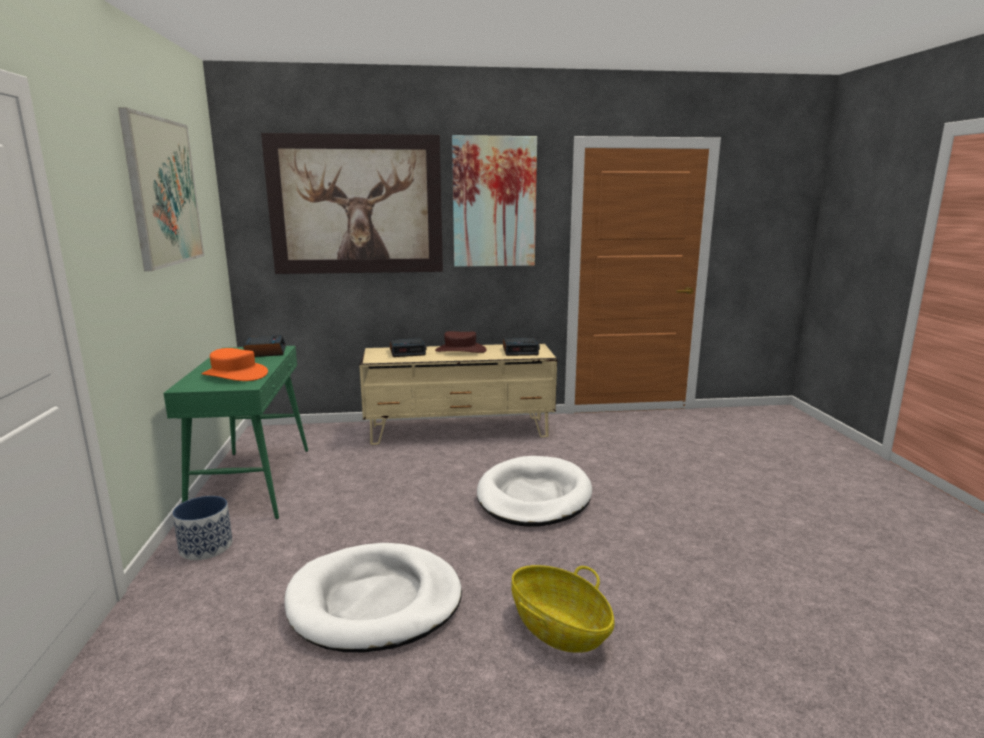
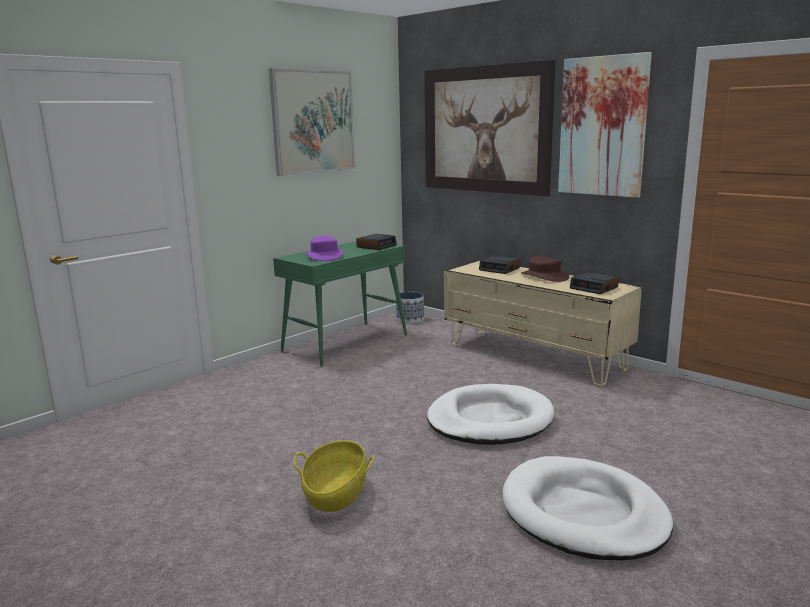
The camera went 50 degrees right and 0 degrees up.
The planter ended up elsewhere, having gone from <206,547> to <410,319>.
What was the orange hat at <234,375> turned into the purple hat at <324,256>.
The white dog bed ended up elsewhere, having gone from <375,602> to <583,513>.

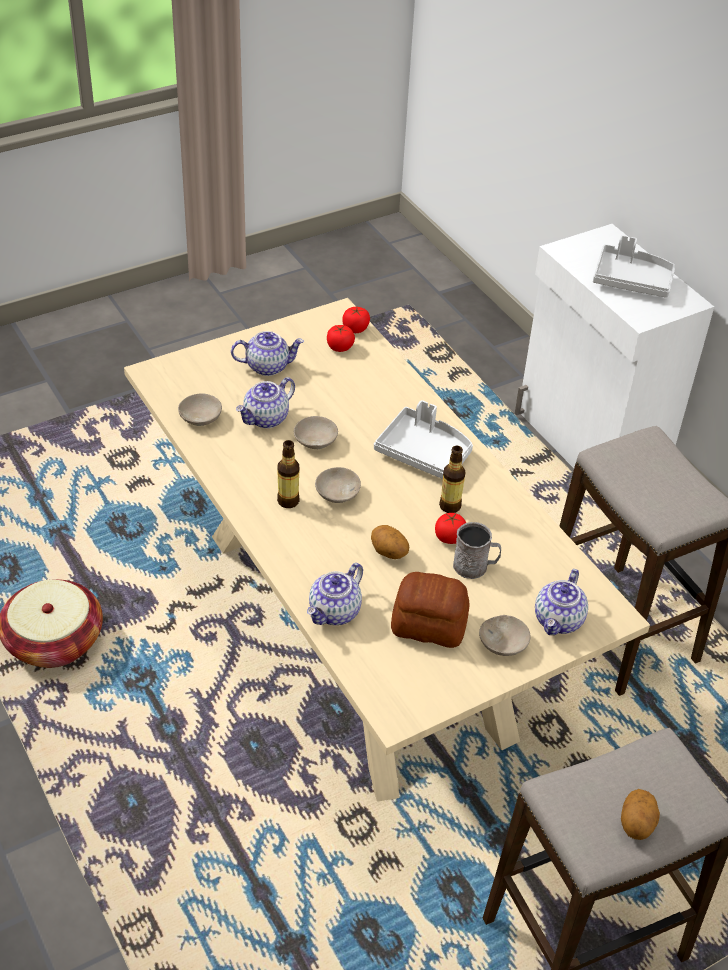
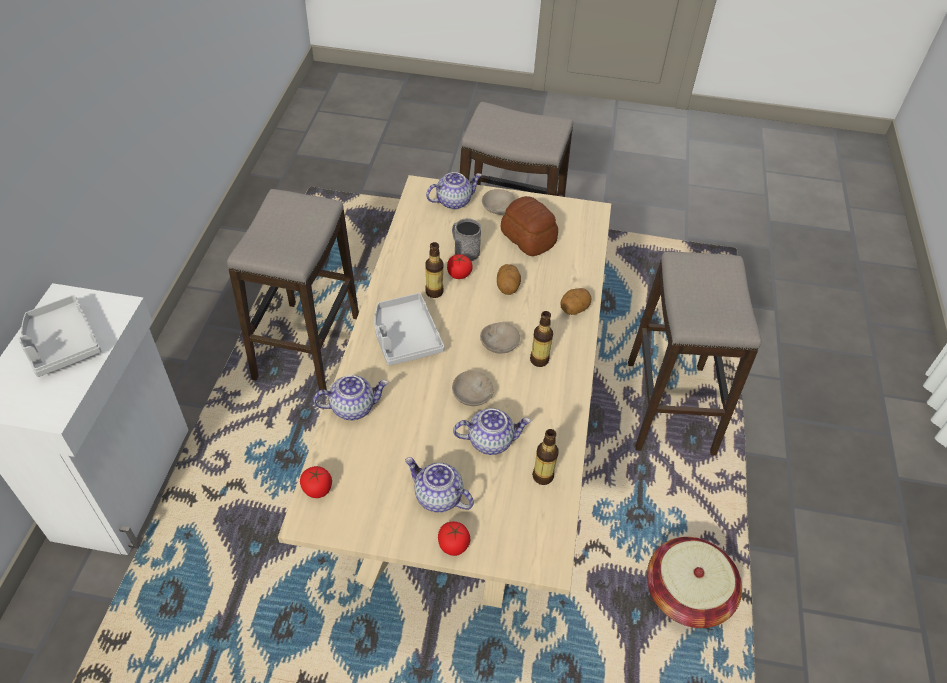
The camera went 140 degrees left and 5 degrees up.
Where the beige bowl stood at <202,417>, the bottle came to stand at <542,476>.
The teapot ended up elsewhere, having gone from <335,612> to <353,407>.
The tomato ended up elsewhere, having gone from <340,347> to <453,544>.
The potato ended up elsewhere, having gone from <636,824> to <574,309>.
The second view gained the stool at <670,407>.

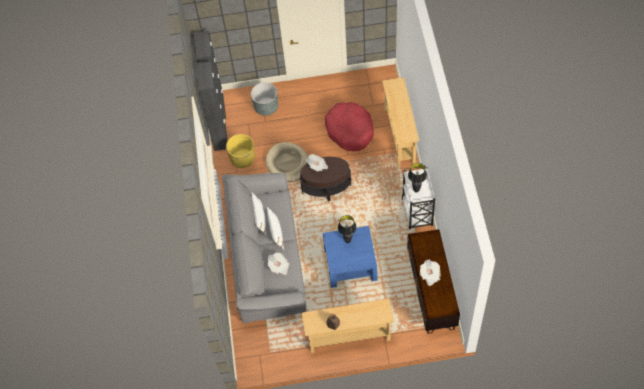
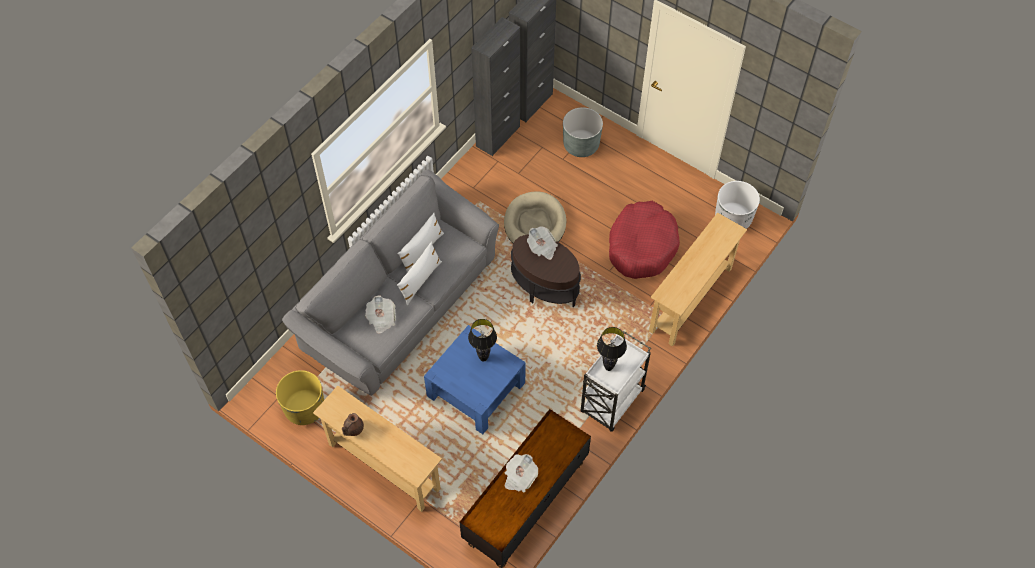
The camera went 40 degrees right and 0 degrees up.
The yellow planter ended up elsewhere, having gone from <242,159> to <304,408>.
The second view gained the white planter at <733,218>.

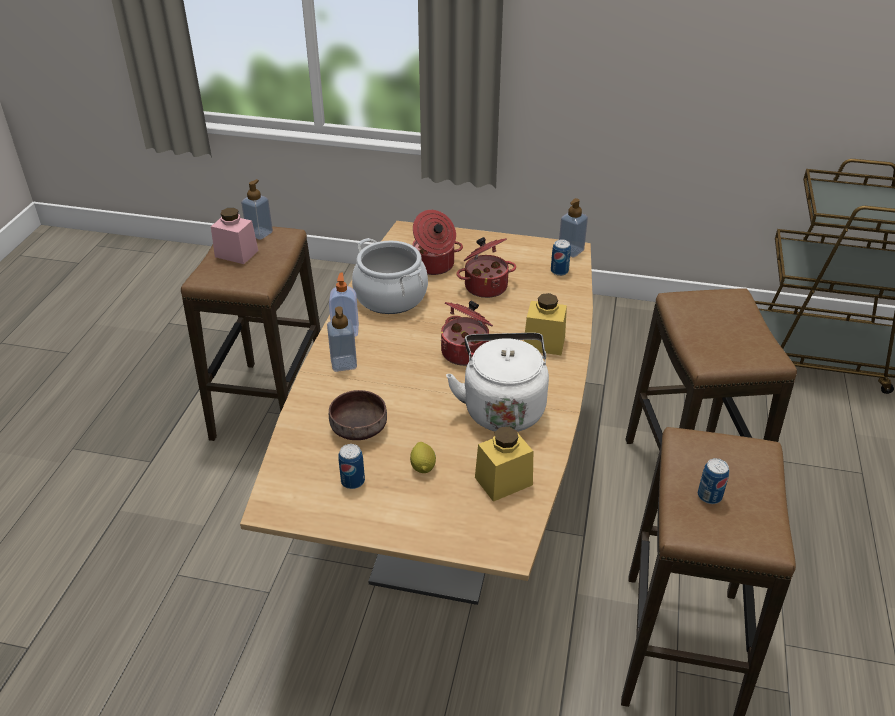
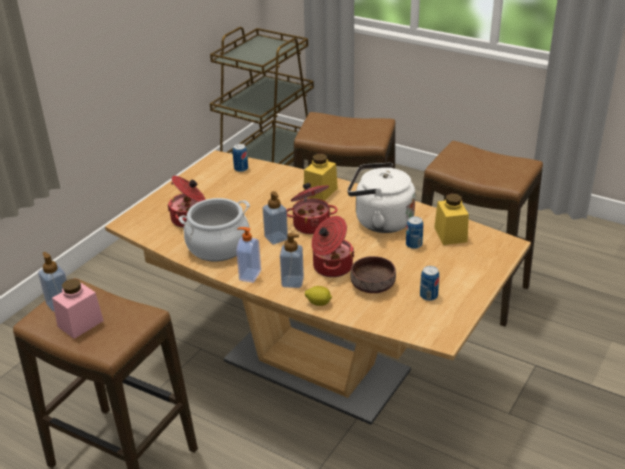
The camera went 70 degrees left and 5 degrees down.
The lemon ended up elsewhere, having gone from <423,466> to <318,303>.
The cooking pot ended up elsewhere, having gone from <485,286> to <331,267>.
The soap dispenser ended up elsewhere, having gone from <571,251> to <276,238>.
The can ended up elsewhere, having gone from <709,496> to <413,244>.

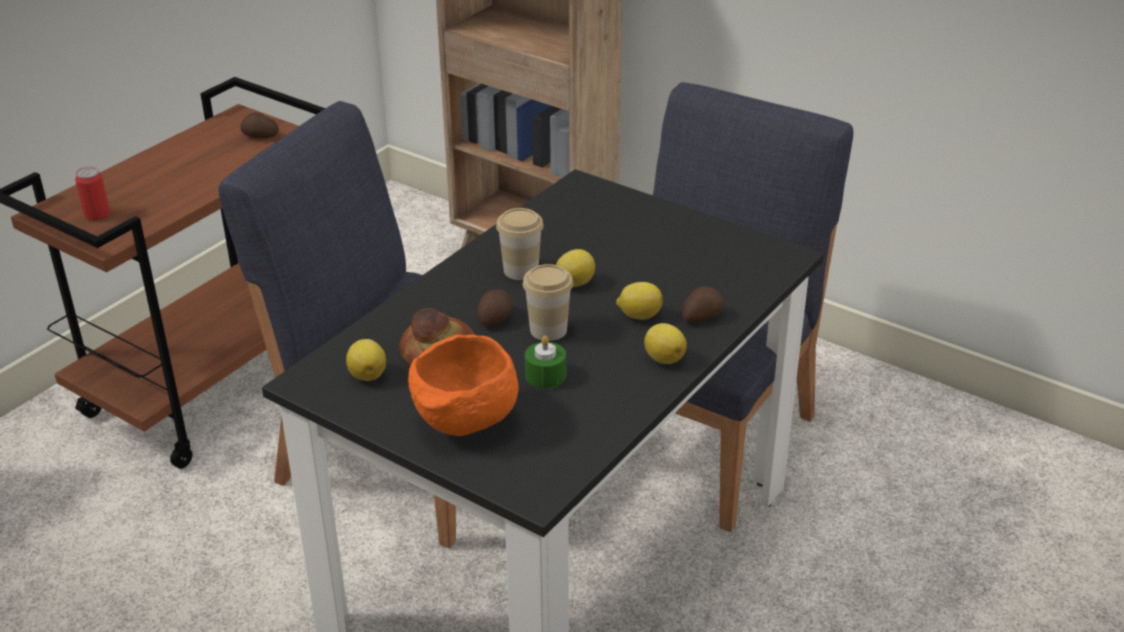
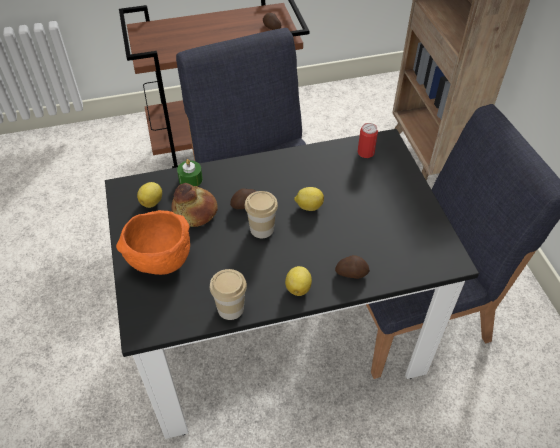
The camera went 40 degrees right and 15 degrees up.
The can ended up elsewhere, having gone from <97,214> to <365,152>.
The cup ended up elsewhere, having gone from <521,270> to <230,308>.
The green candle ended up elsewhere, having gone from <545,375> to <190,179>.
The second view lost the lemon at <639,315>.

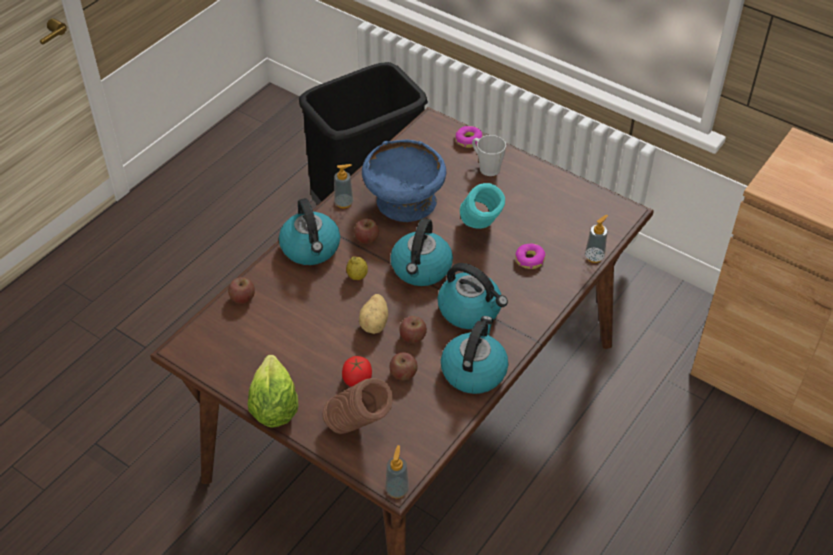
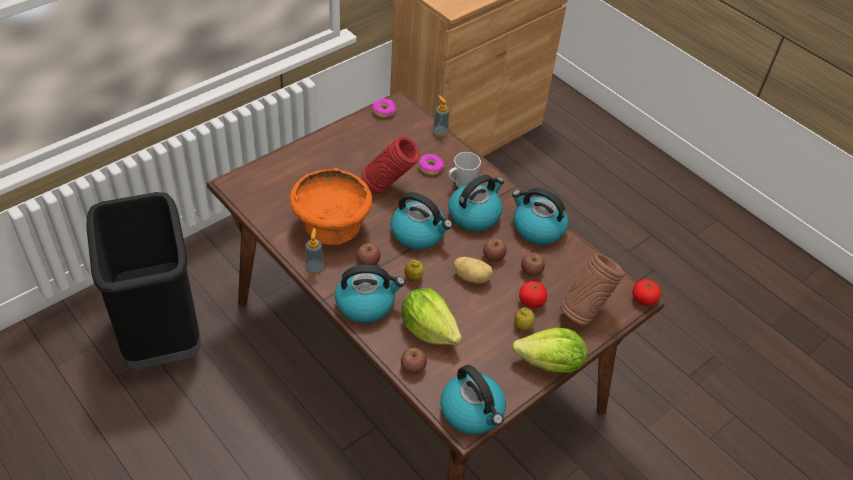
The camera went 80 degrees left and 0 degrees up.
What was the blue bowl at <404,202> turned into the orange bowl at <331,226>.
Where the soap dispenser stood at <397,490>, the tomato came to stand at <643,299>.
The donut ended up elsewhere, having gone from <468,140> to <383,111>.
What was the turquoise vase at <480,232> turned into the red vase at <389,188>.
The grey mug ended up elsewhere, having gone from <486,167> to <461,184>.
The second view gained the lettuce at <428,329>.
The second view gained the kettle at <472,412>.
The second view gained the lemon at <523,326>.

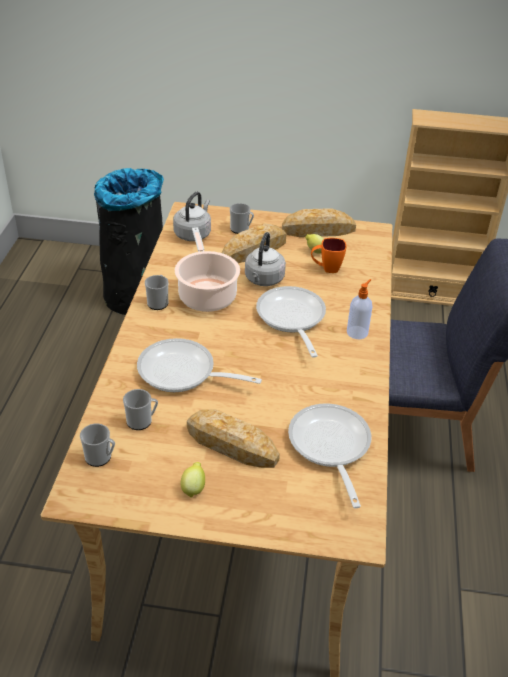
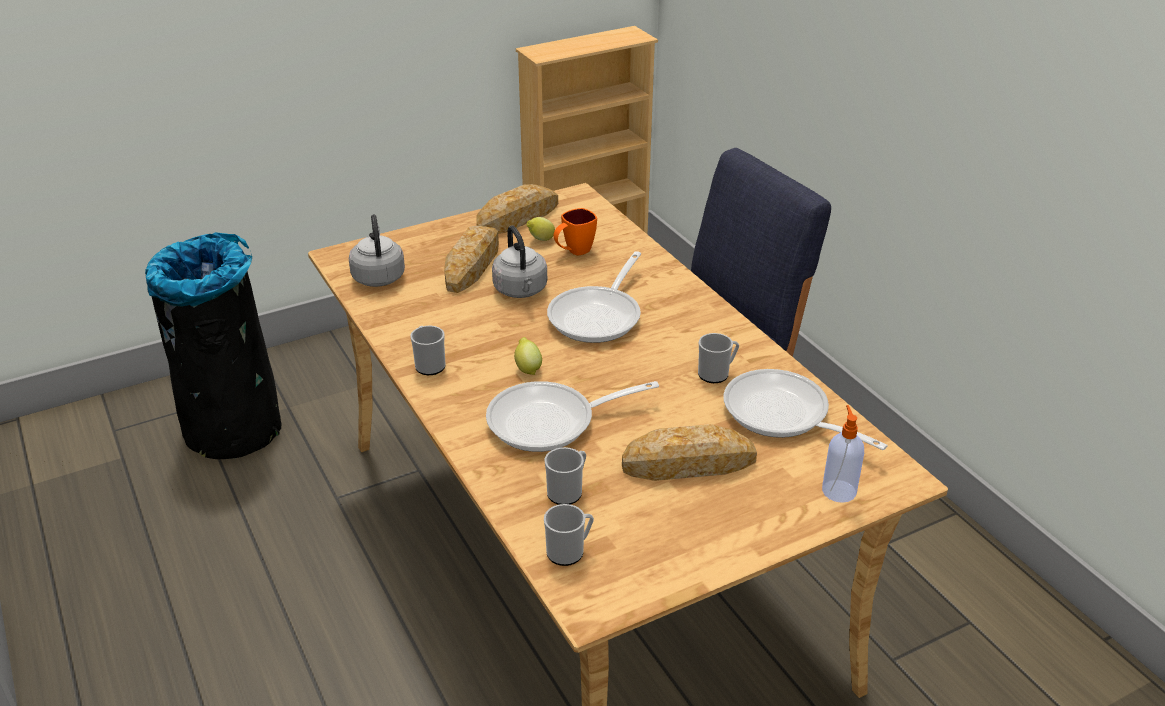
The camera went 35 degrees left and 5 degrees down.
The second view lost the cooking pot at <206,294>.
The lemon ended up elsewhere, having gone from <193,488> to <527,368>.
The mug ended up elsewhere, having gone from <241,229> to <716,374>.
The frying pan at <291,319> ended up facing another way, 105 degrees counterclockwise from before.
The soap dispenser ended up elsewhere, having gone from <357,332> to <838,490>.

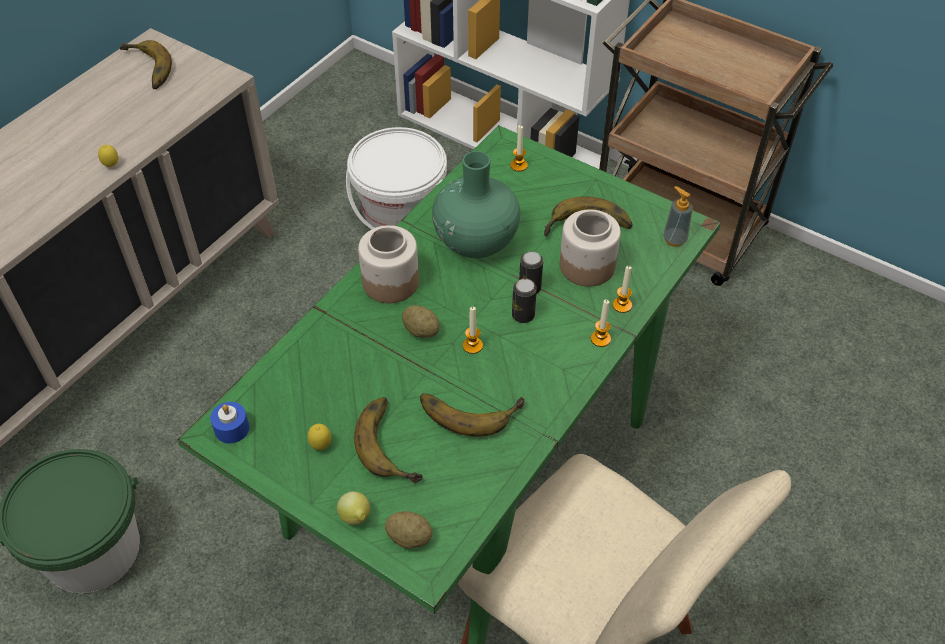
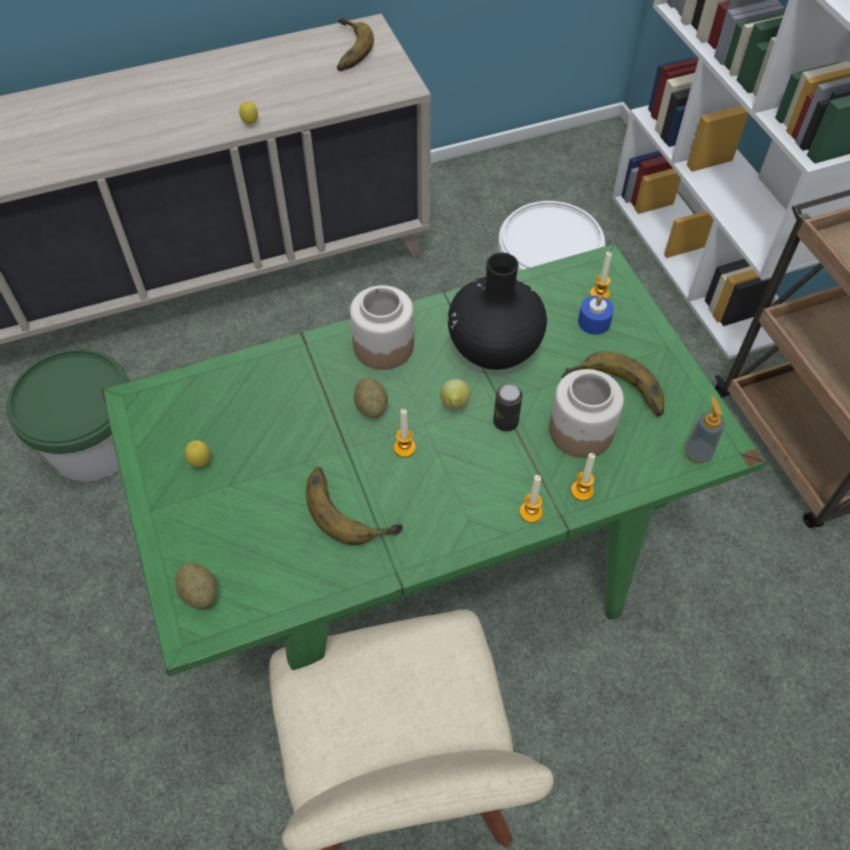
The camera went 35 degrees right and 5 degrees up.
The blue candle ended up elsewhere, having gone from <232,428> to <594,322>.
The lemon ended up elsewhere, having gone from <356,518> to <454,405>.
The second view lost the banana at <394,442>.
What was the green vase at <476,241> turned into the black vase at <494,348>.
The second view lost the can at <523,315>.

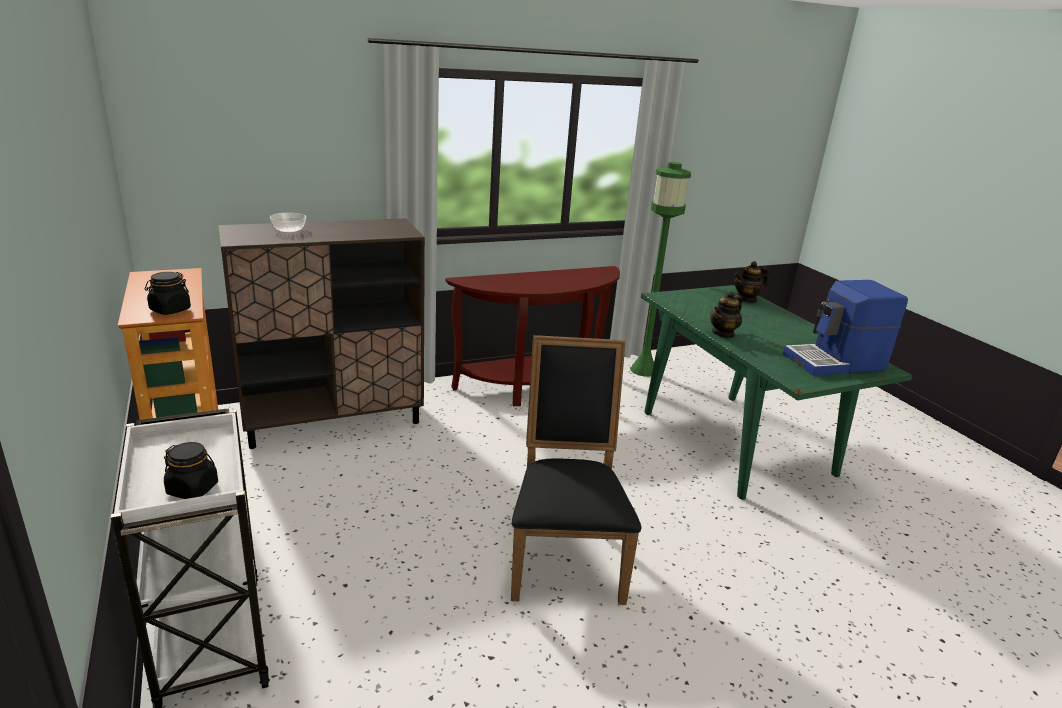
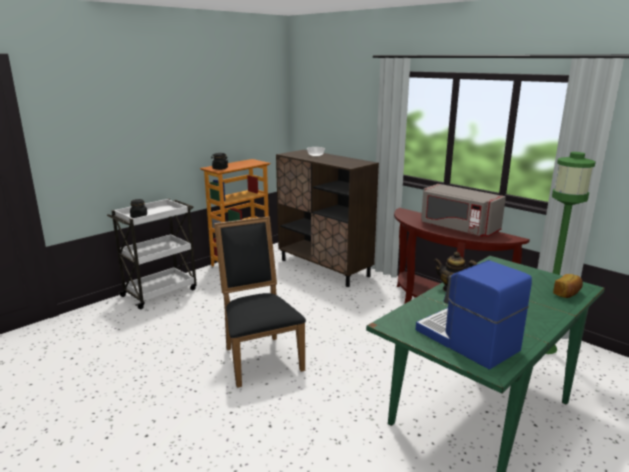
The camera went 70 degrees right and 5 degrees down.
The black chair at <564,556> ended up facing another way, 90 degrees counterclockwise from before.
Where the teapot stood at <747,299>, the bread came to stand at <567,294>.
The second view gained the grey microwave at <458,228>.

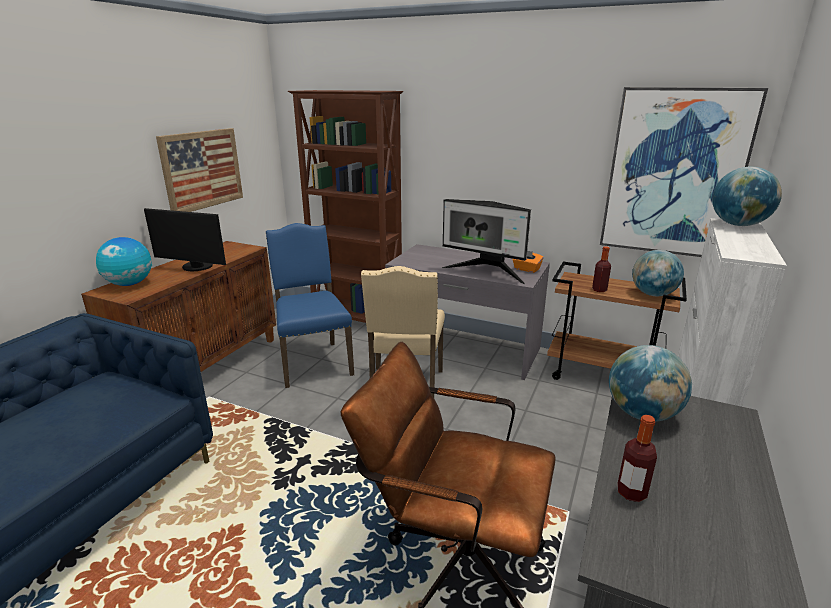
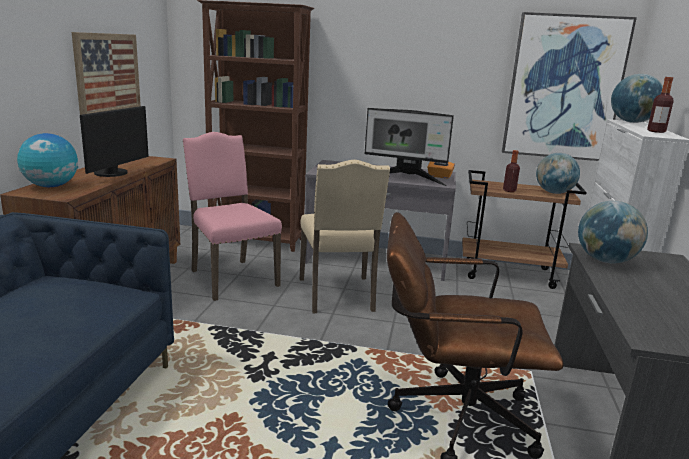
The camera went 15 degrees left and 5 degrees down.
The monitor at <195,267> ended up facing another way, 75 degrees counterclockwise from before.
What was the blue chair at <313,362> turned into the pink chair at <231,277>.
The bottle ended up elsewhere, having gone from <631,492> to <656,131>.

